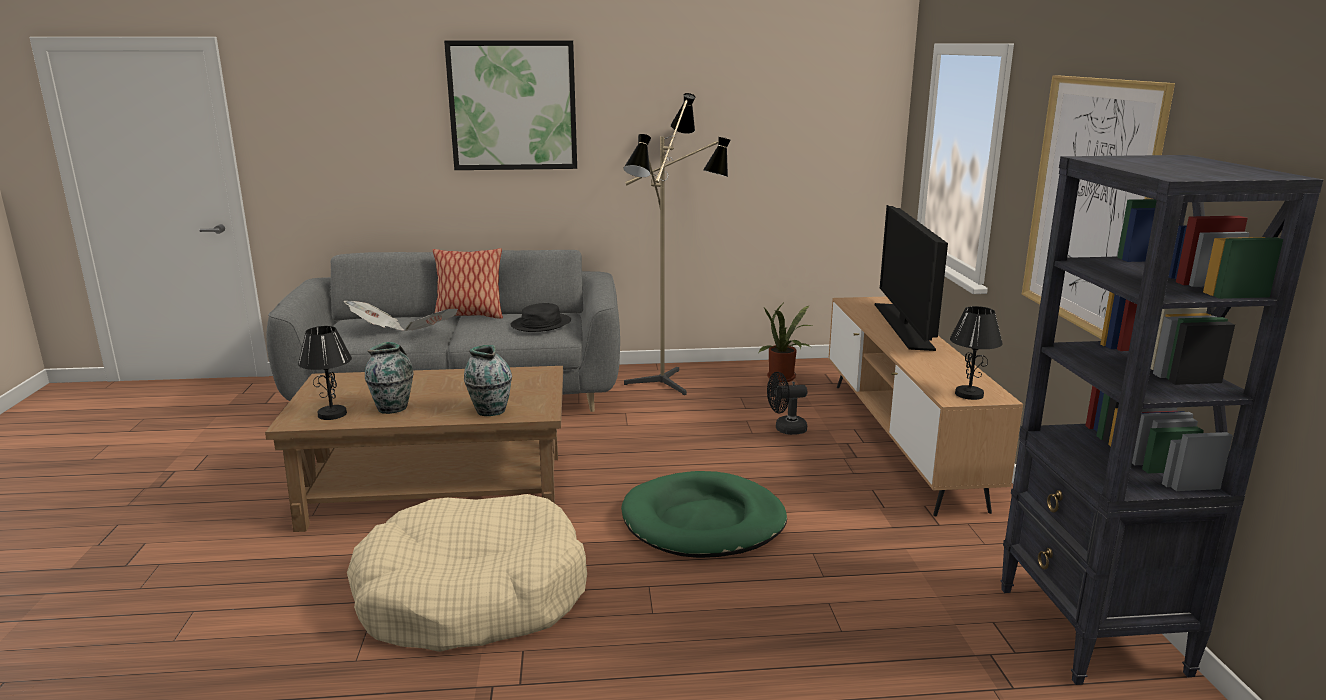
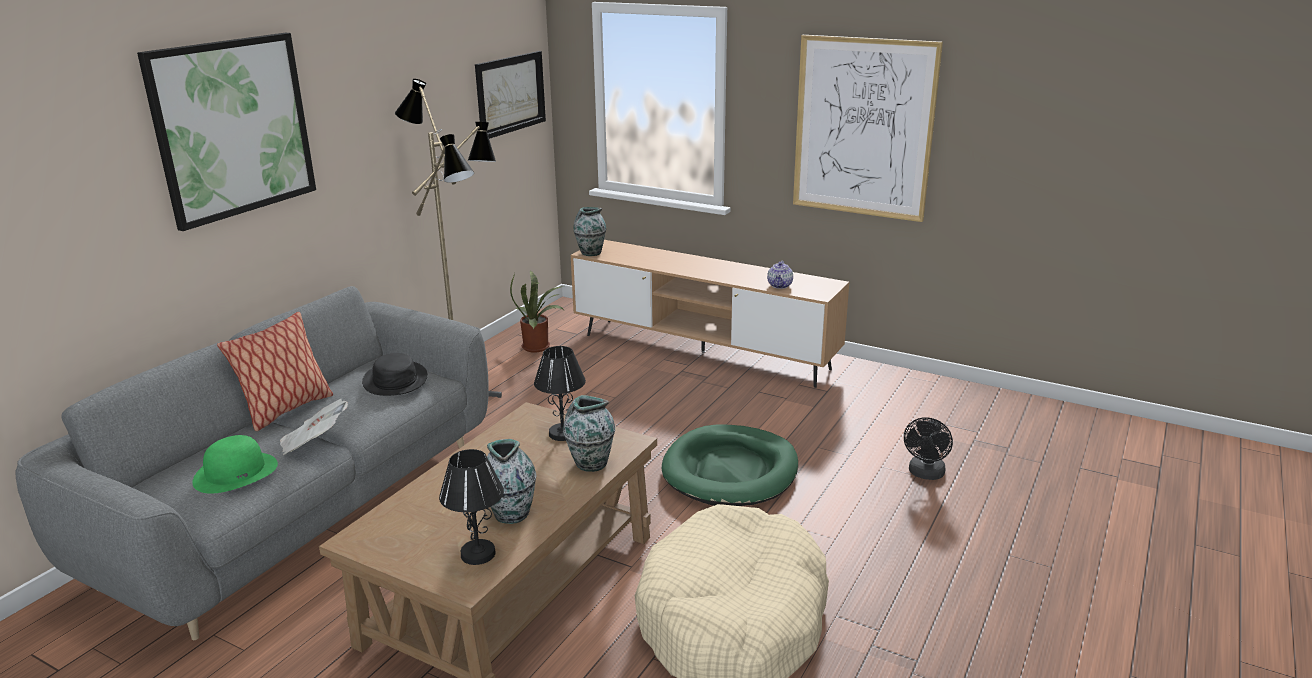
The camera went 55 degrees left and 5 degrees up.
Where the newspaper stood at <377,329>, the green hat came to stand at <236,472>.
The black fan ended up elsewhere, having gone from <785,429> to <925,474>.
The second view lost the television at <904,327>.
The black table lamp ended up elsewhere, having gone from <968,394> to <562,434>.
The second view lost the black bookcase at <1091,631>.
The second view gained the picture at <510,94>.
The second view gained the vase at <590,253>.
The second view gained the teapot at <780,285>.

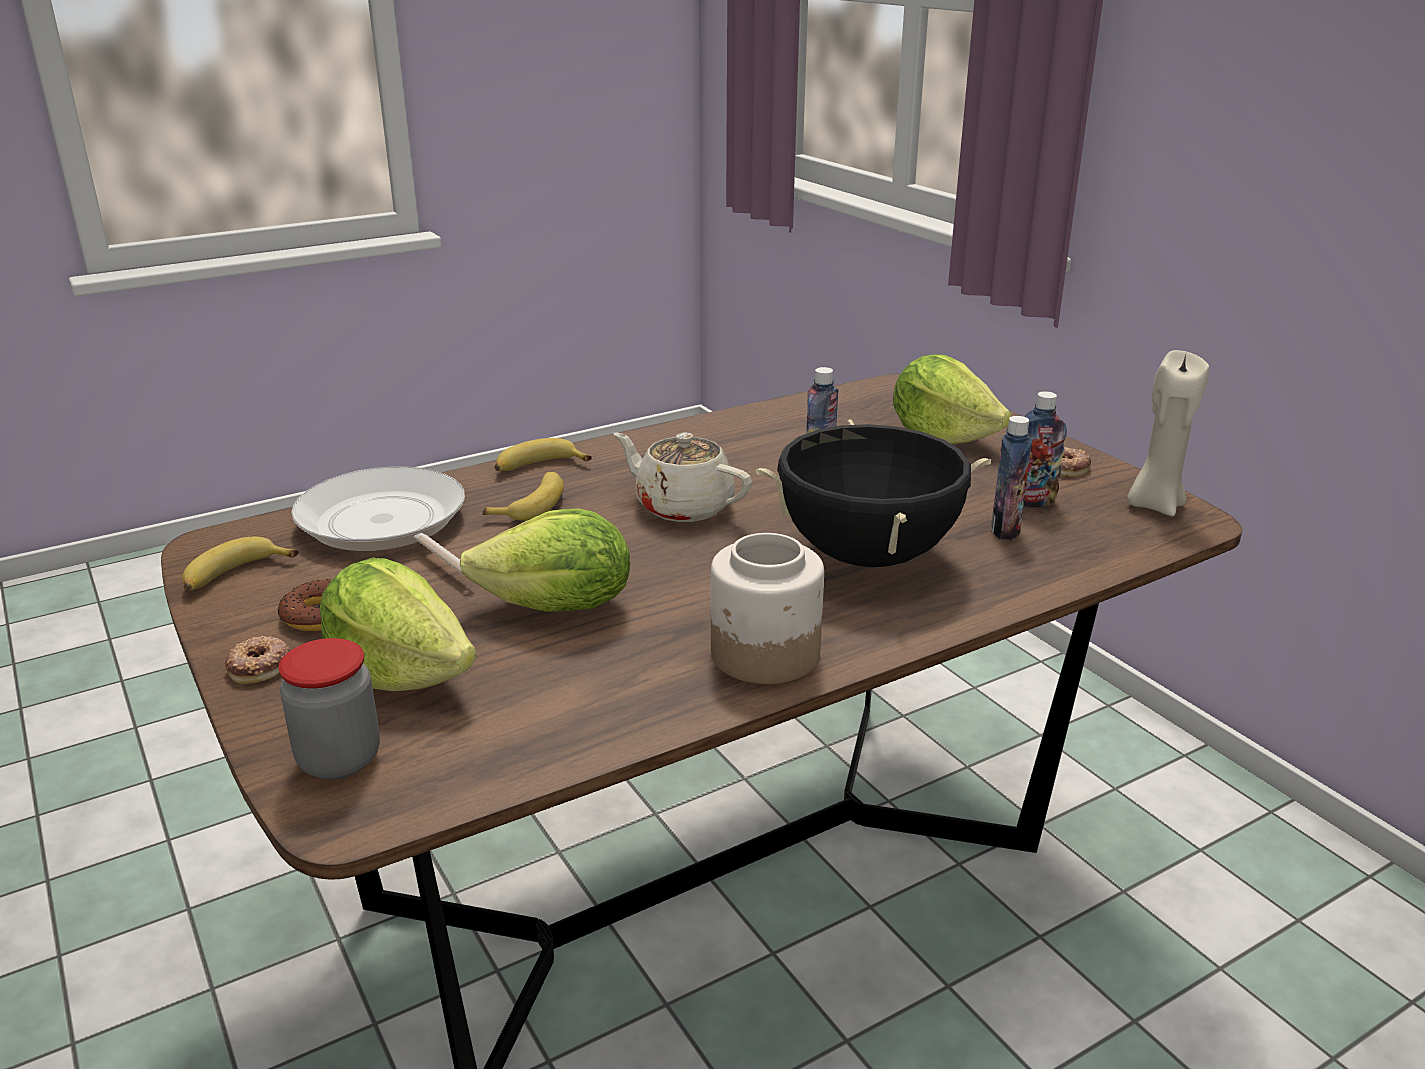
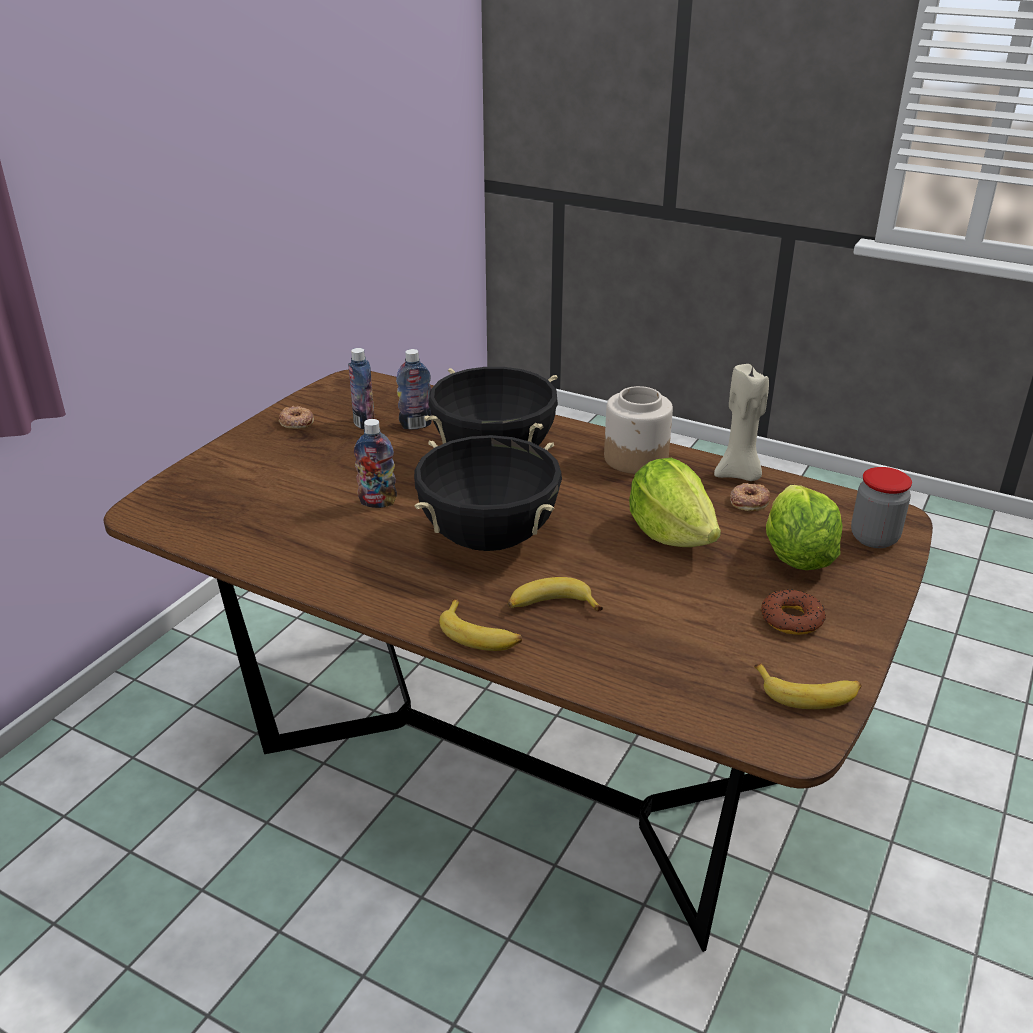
The camera went 120 degrees left and 5 degrees up.
The donut ended up elsewhere, having gone from <260,666> to <748,501>.
The second view lost the frying pan at <387,526>.
Where the beige teapot stood at <682,506>, the black cooking pot came to stand at <488,538>.
The second view lost the lettuce at <943,436>.
The beige candle ended up elsewhere, having gone from <1154,505> to <739,475>.

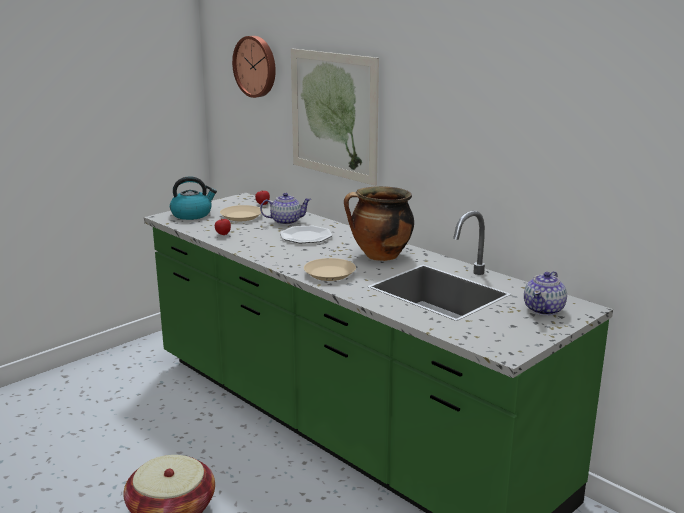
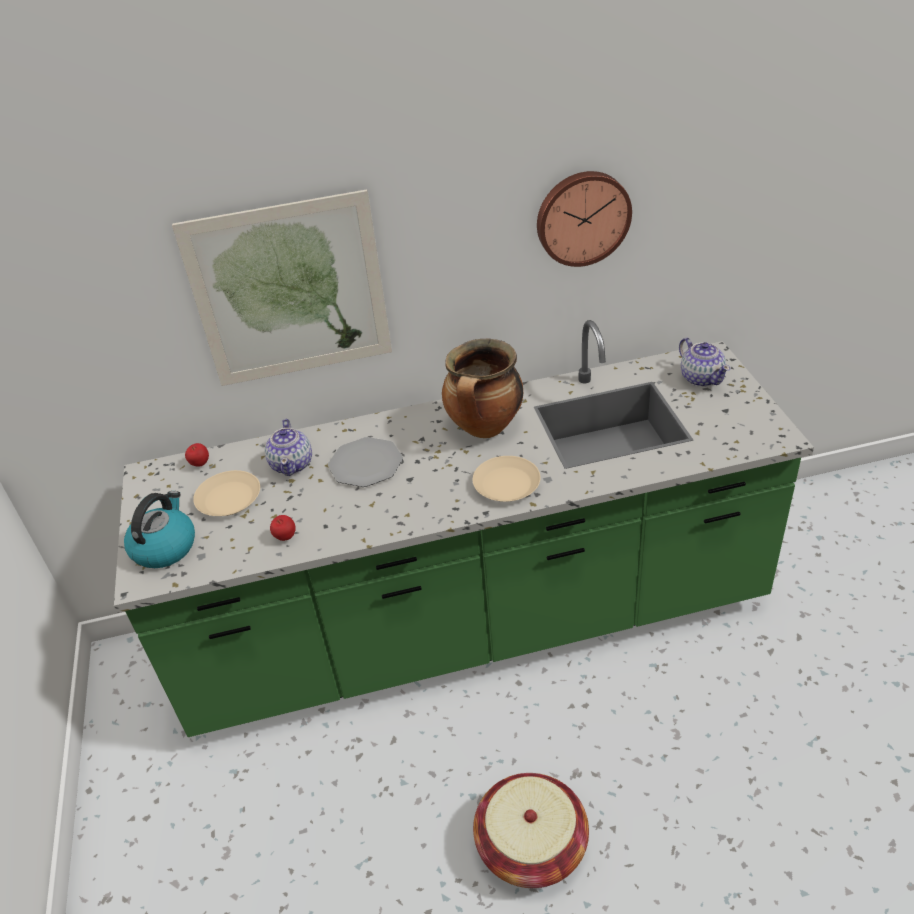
The camera went 55 degrees left and 20 degrees up.
The wall clock ended up elsewhere, having gone from <256,66> to <582,217>.
The teapot at <285,221> ended up facing another way, 150 degrees clockwise from before.

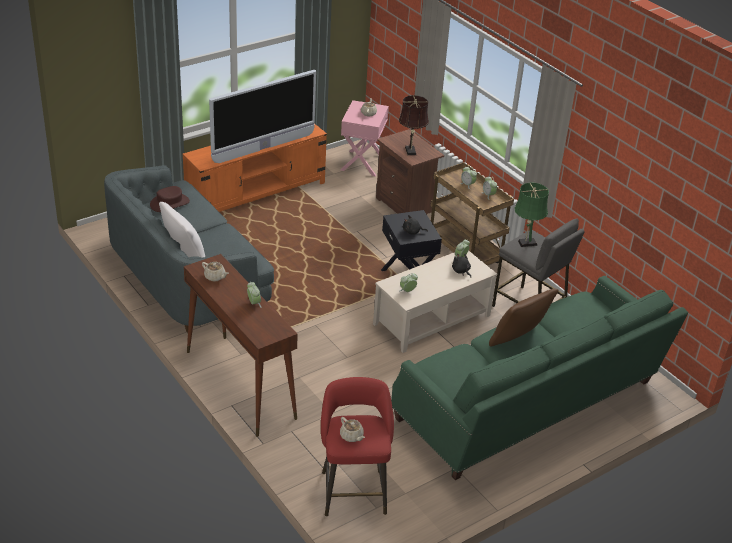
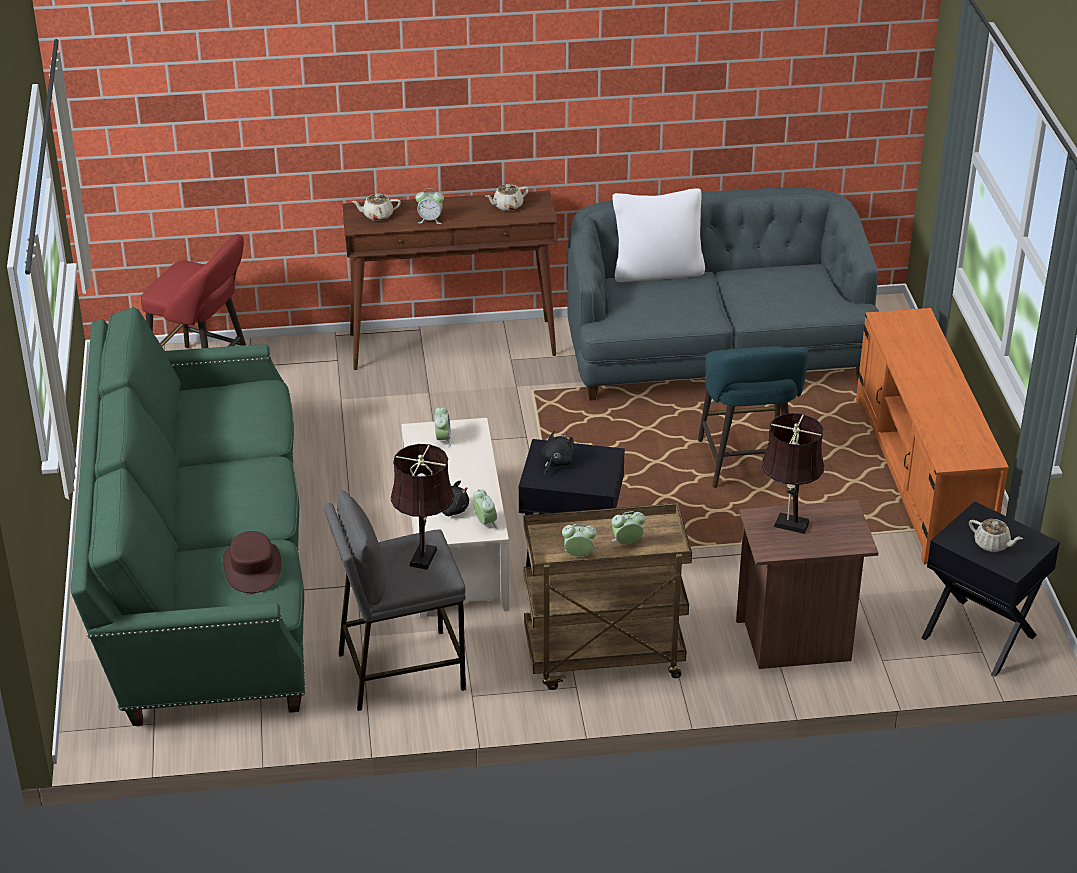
The camera went 120 degrees right and 0 degrees up.
The brown hat ended up elsewhere, having gone from <169,203> to <252,567>.
The second view lost the television at <264,148>.
What was the pink side table at <363,163> turned into the black side table at <978,637>.
The beige teapot ended up elsewhere, having gone from <352,436> to <377,215>.
The second view lost the brown pillow at <518,340>.
What was the green table lamp at <525,243> turned into the brown table lamp at <424,555>.
The second view gained the turquoise stool at <747,465>.

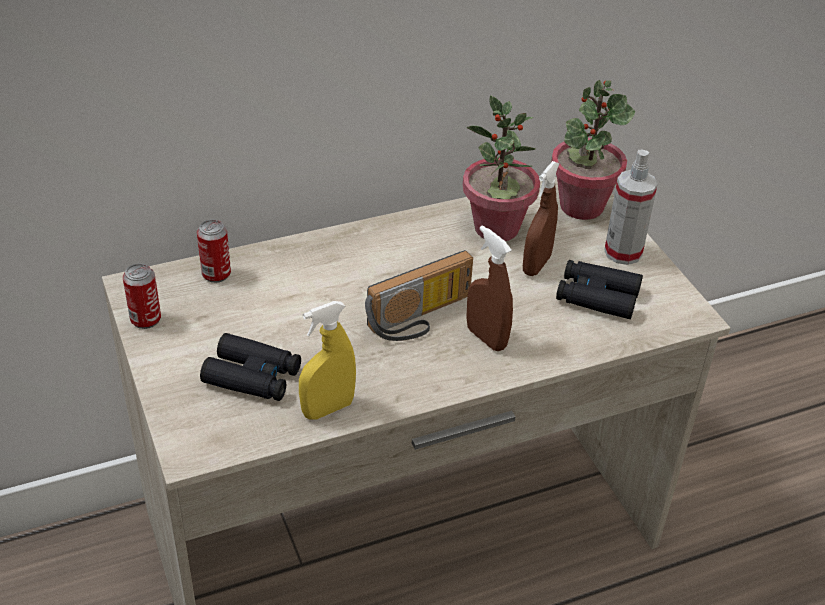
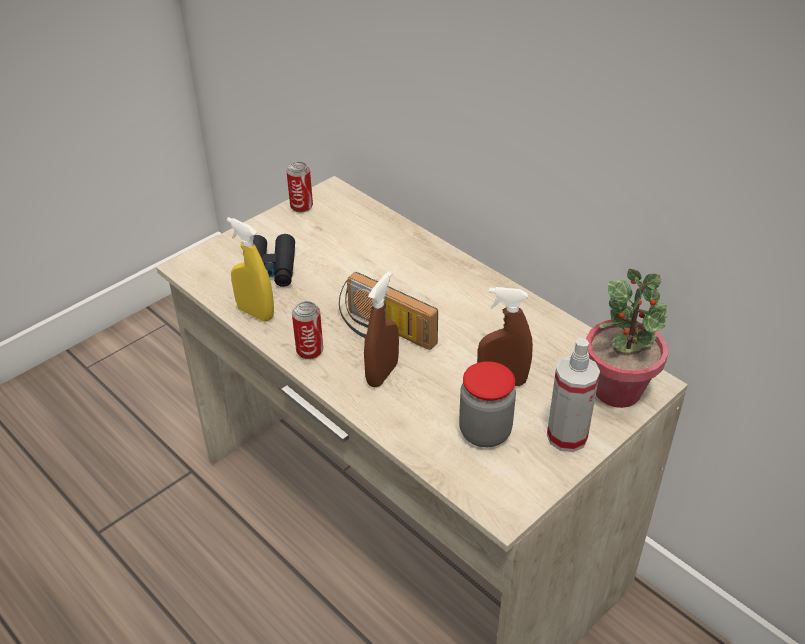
The camera went 70 degrees right and 0 degrees up.
The can ended up elsewhere, having gone from <216,274> to <309,351>.
The second view lost the potted plant at <496,228>.
Where the black binoculars stood at <597,297>, the jar came to stand at <485,432>.

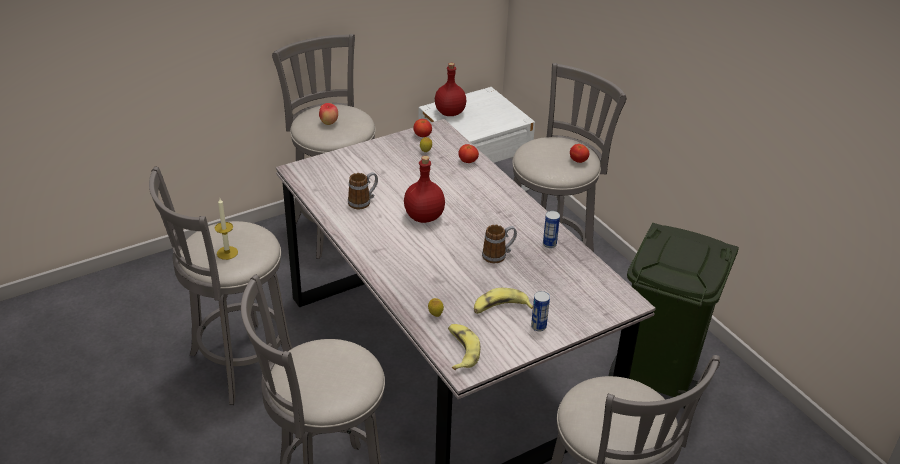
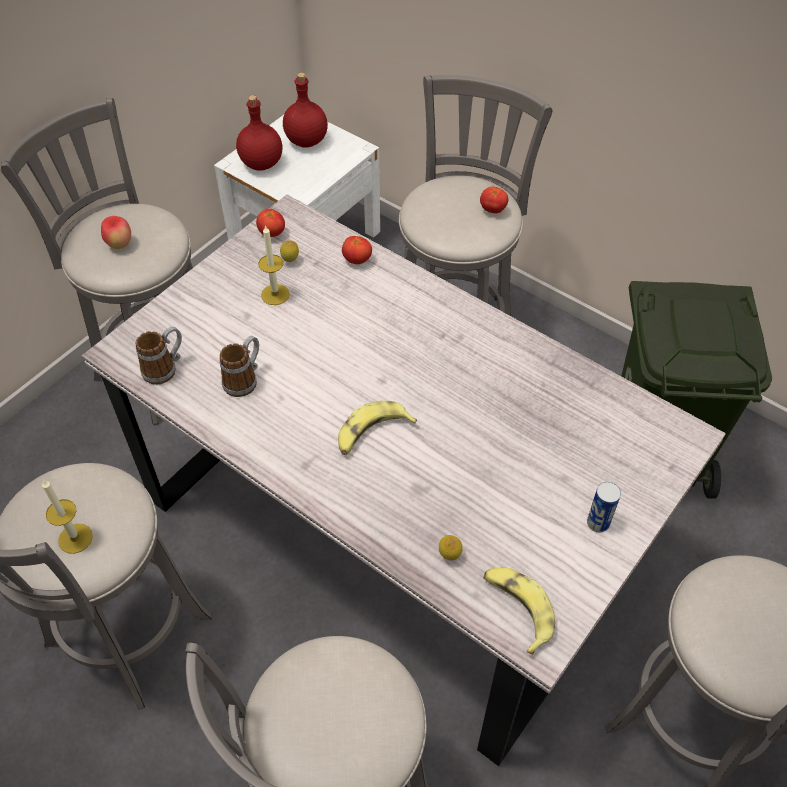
The camera went 20 degrees left and 15 degrees up.
The red bottle ended up elsewhere, having gone from <425,217> to <307,140>.
The banana ended up elsewhere, having gone from <500,308> to <371,433>.
The mug ended up elsewhere, having gone from <498,255> to <165,368>.
The second view lost the can at <549,244>.
The second view gained the candle at <275,294>.

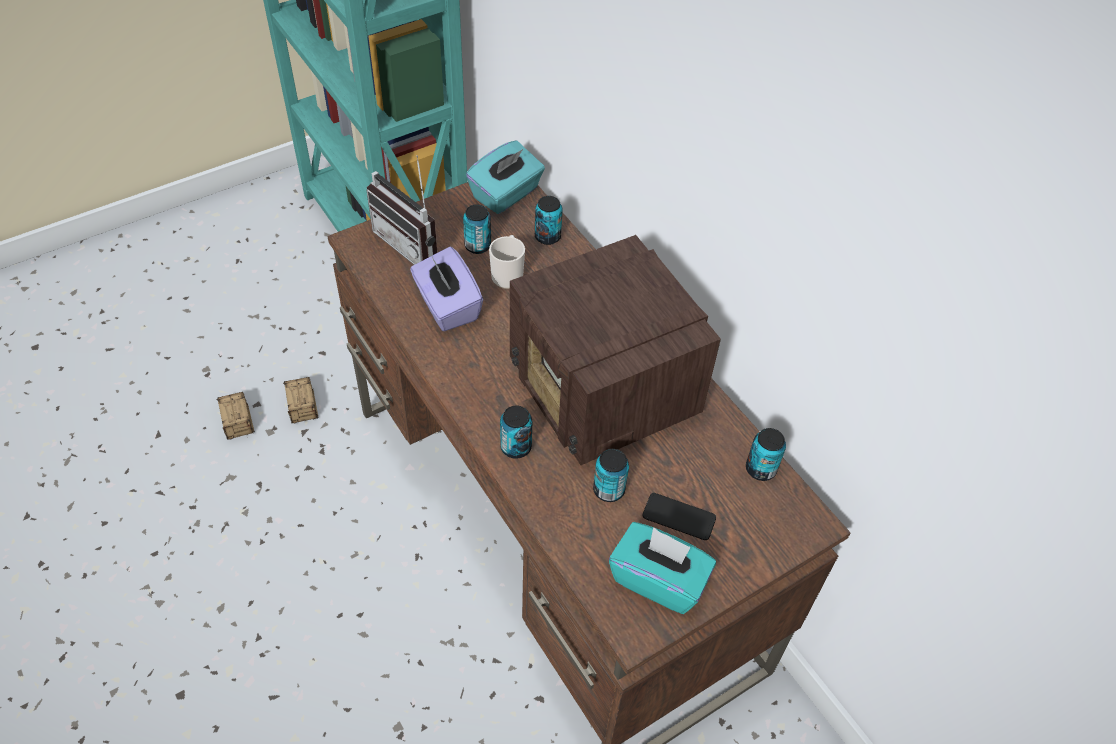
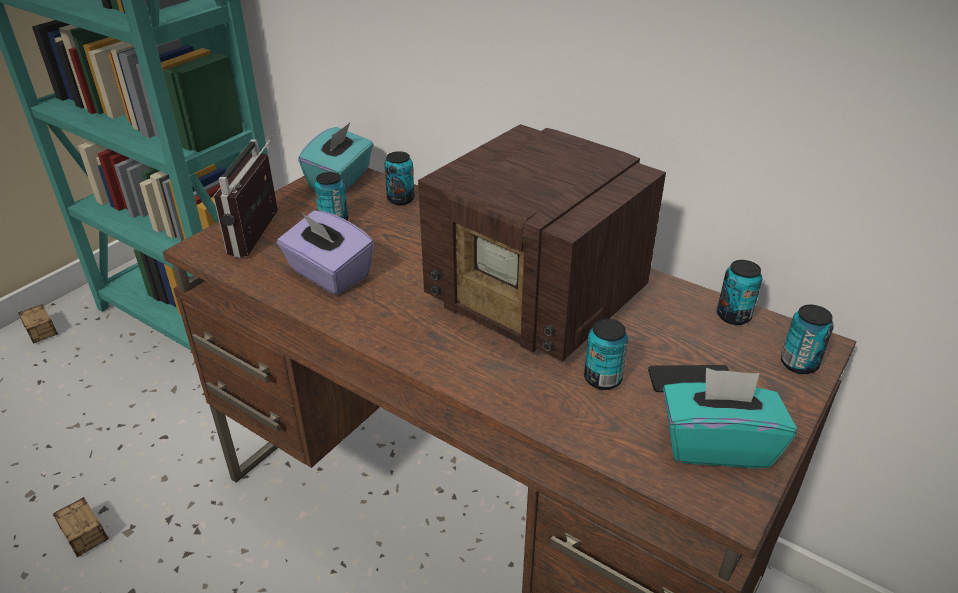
The camera went 20 degrees left and 15 degrees down.
The storage box ended up elsewhere, having gone from <306,427> to <48,343>.
The radio at <413,244> ended up facing another way, 75 degrees clockwise from before.
The second view lost the mug at <508,274>.
The can ended up elsewhere, having gone from <516,447> to <799,363>.

